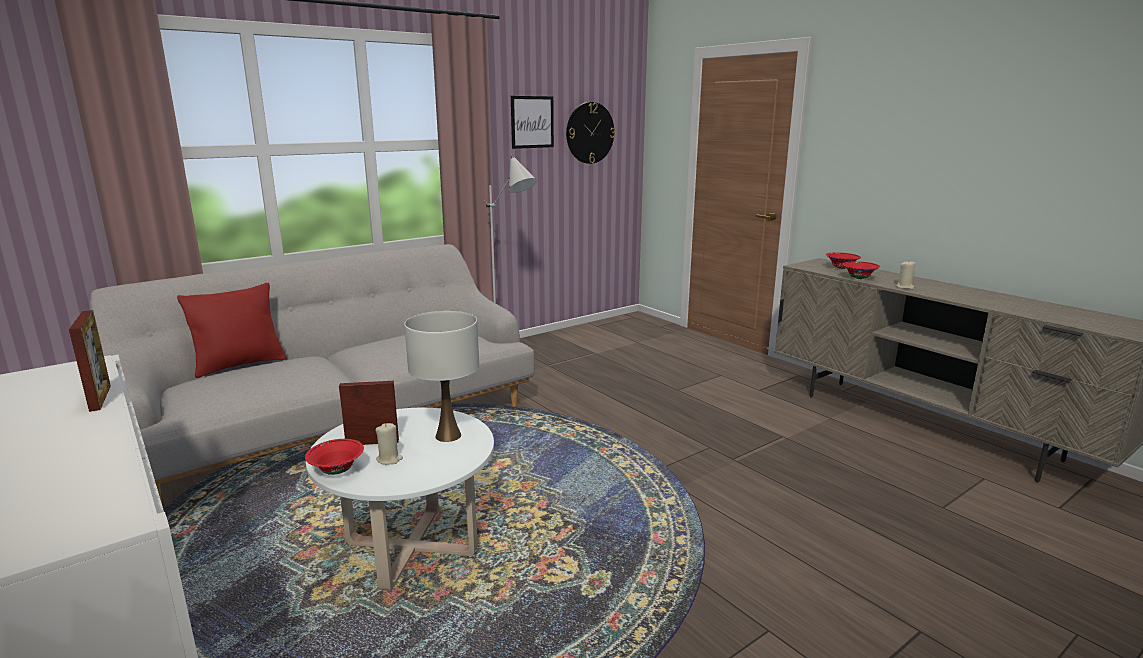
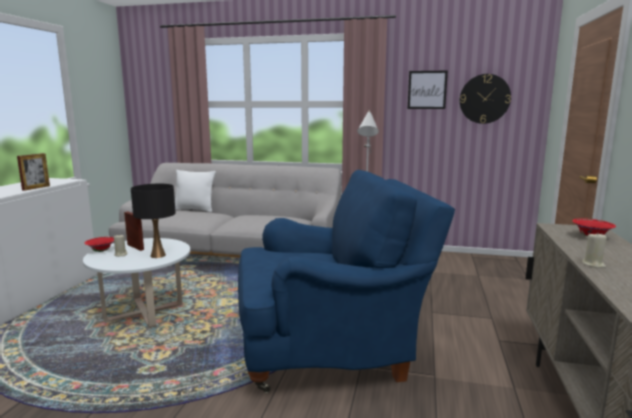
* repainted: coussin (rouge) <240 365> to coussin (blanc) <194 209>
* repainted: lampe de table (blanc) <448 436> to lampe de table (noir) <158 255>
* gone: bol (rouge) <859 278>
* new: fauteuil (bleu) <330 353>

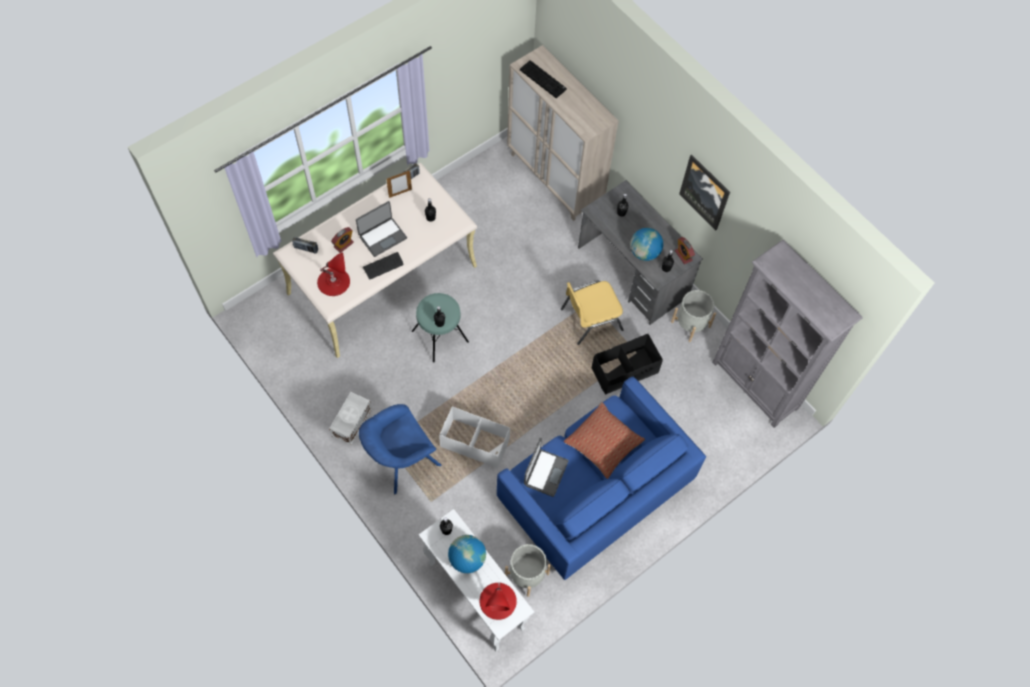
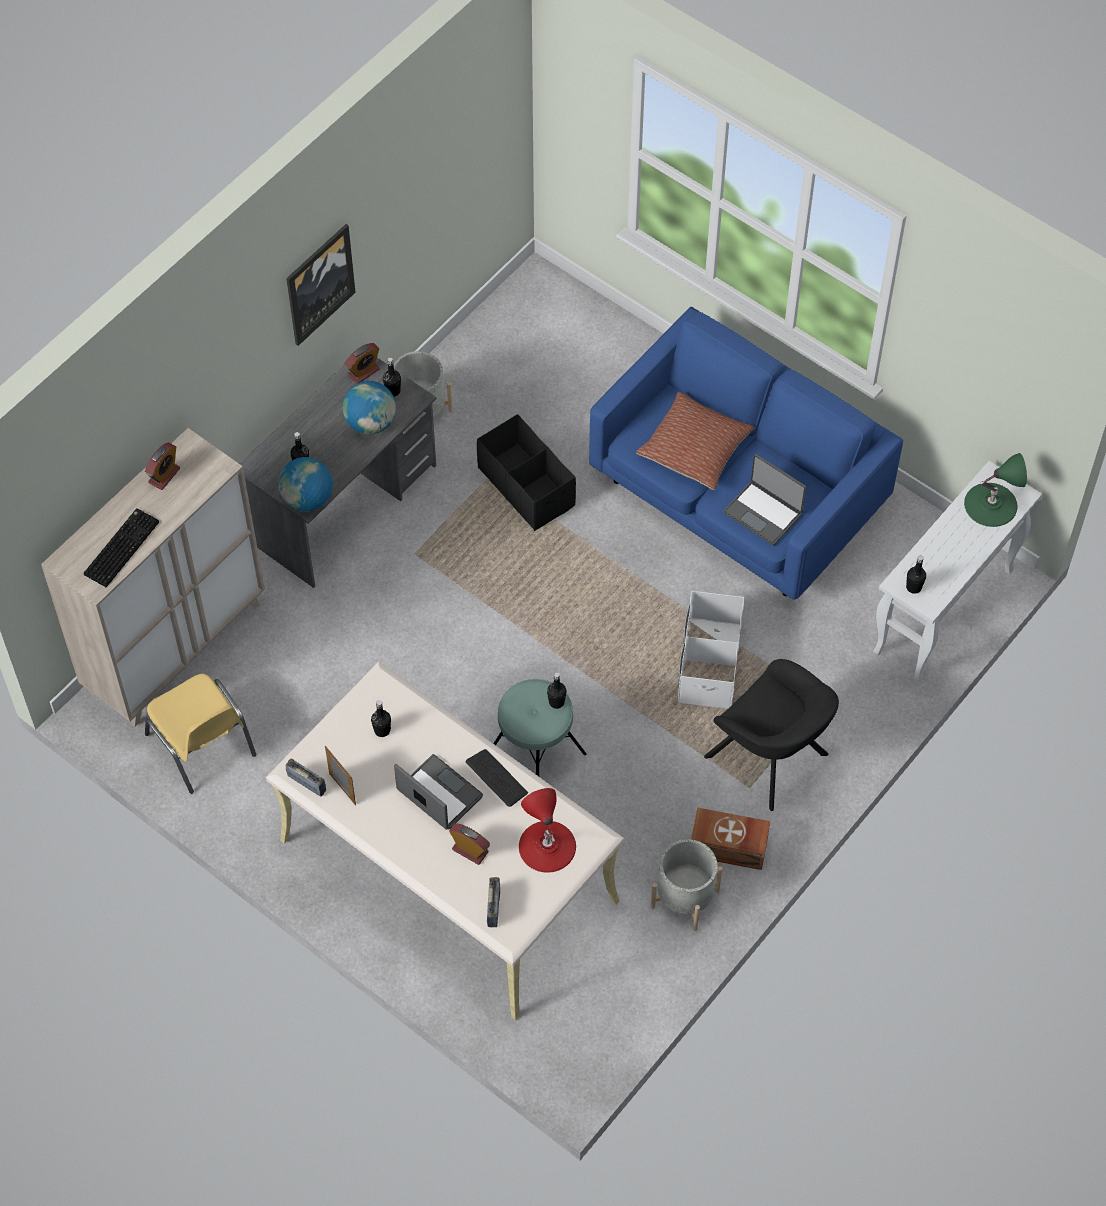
* repainted: boîte de rangement (blanc) <351 422> to boîte de rangement (marron) <729 848>
* repainted: fauteuil (bleu) <400 460> to fauteuil (noir) <771 759>
* shifted: globe <467 559> to <307 499>
* repainted: lampe de table (rouge) <498 601> to lampe de table (vert) <991 504>
* shifted: cache-pot (gris) <527 574> to <685 899>
* rotated: ordinateur portable <545 472> = <763 513> 150 degrees counterclockwise
* shifted: chaise (jaune) <590 319> to <202 745>
* gone: bibliothèque (gris) <755 385>
* new: réveil <164 475>

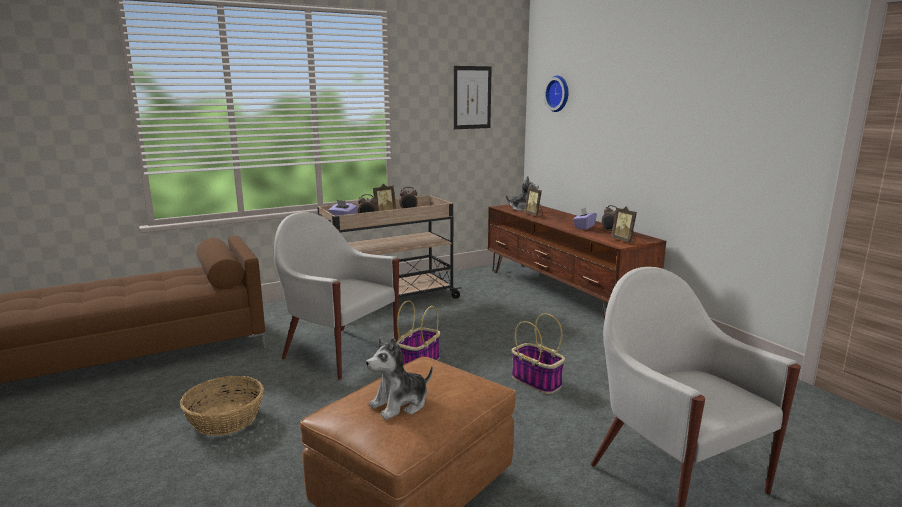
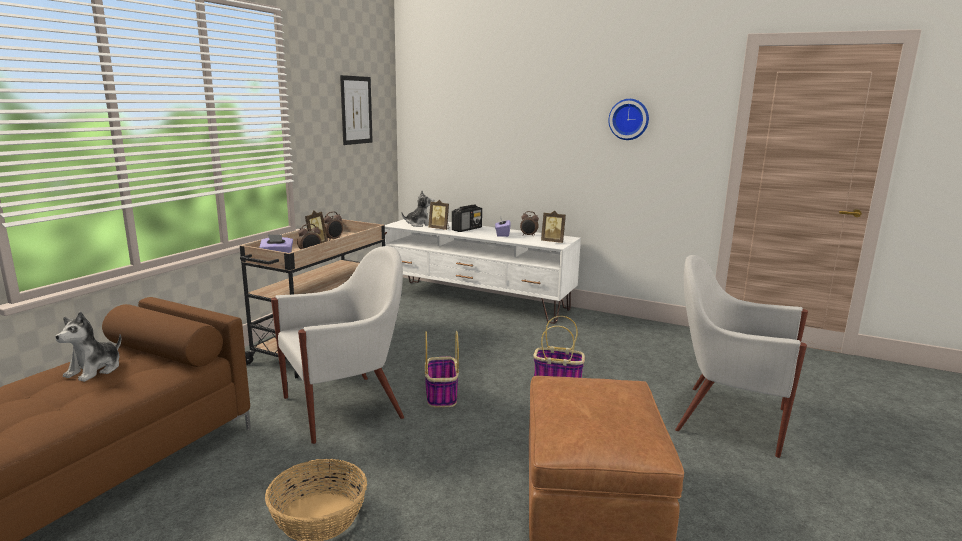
* rotated: fauteuil (blanc) <339 351> = <345 407> 150 degrees clockwise
* shifted: peluche <400 404> to <95 370>
* repainted: meuble télé (marron) <562 292> to meuble télé (blanc) <477 301>
* shifted: horloge murale <558 93> to <629 119>
* new: radio <467 229>

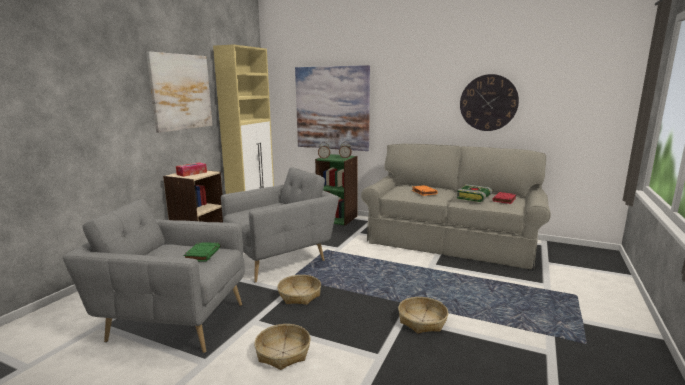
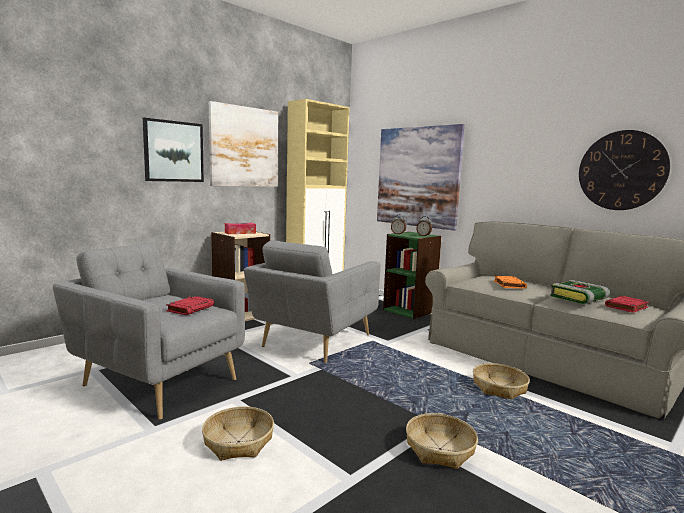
* repainted: livre (vert) <202 254> to livre (rouge) <191 308>
* rotated: fauteuil (gris) <281 259> = <314 341> 135 degrees clockwise
* shifted: panier <299 295> to <499 388>
* new: tableau <173 151>

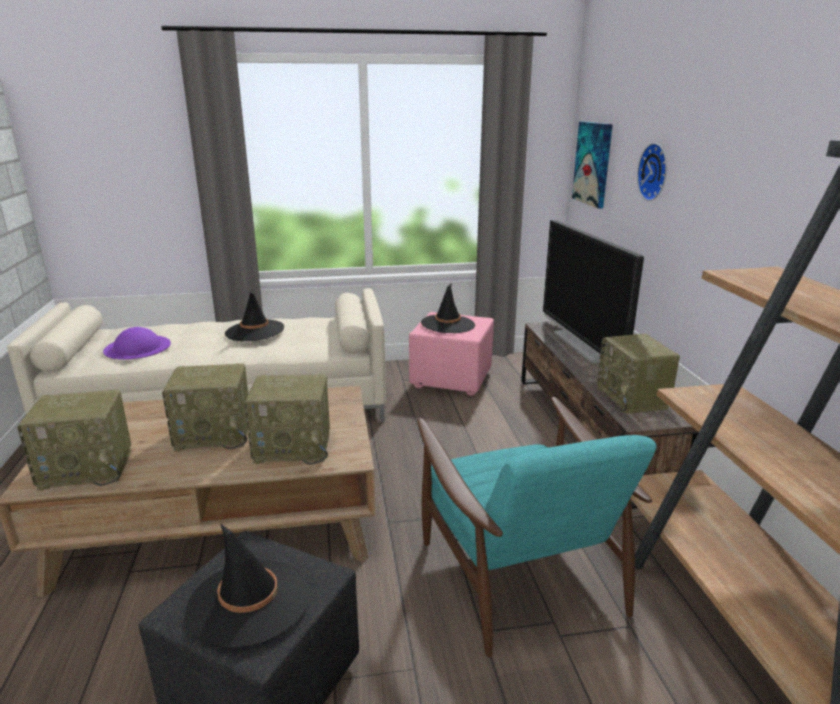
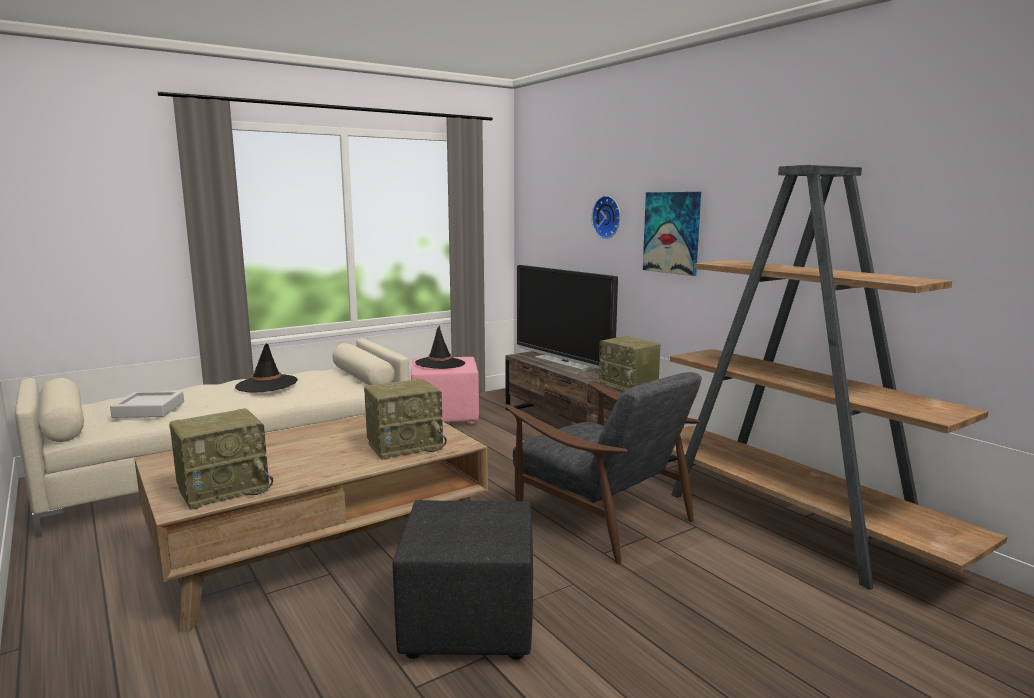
* swapped: chapeau (violet) <137 347> to plateau (gris) <149 409>
* gone: radio <215 434>
* gone: chapeau (noir) <249 602>
* repainted: fauteuil (turquoise) <518 570> to fauteuil (gris) <600 516>
* shifted: tableau <593 163> to <672 232>

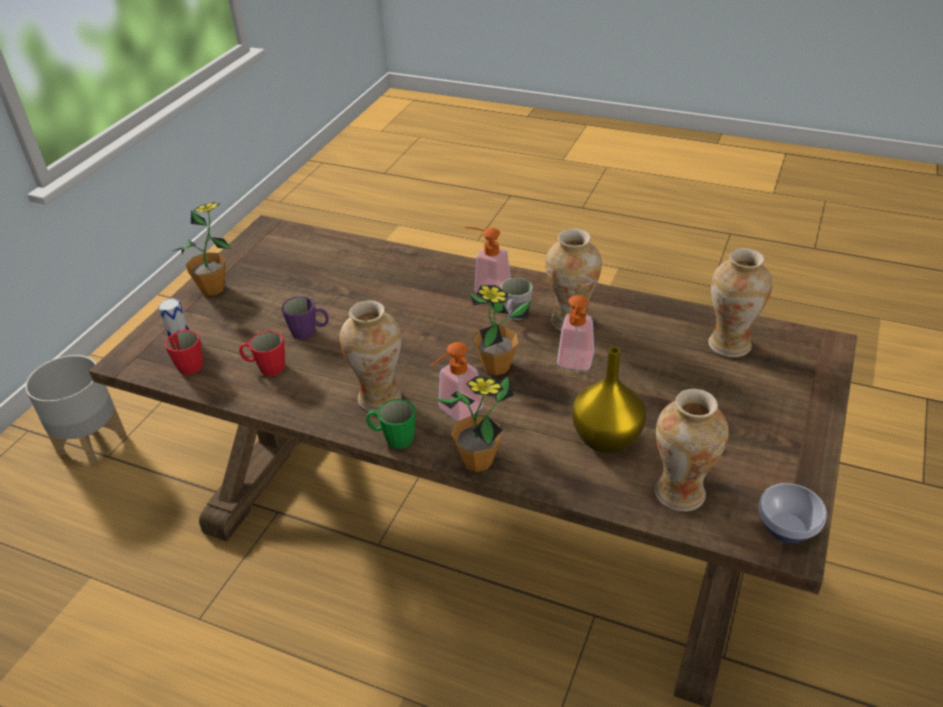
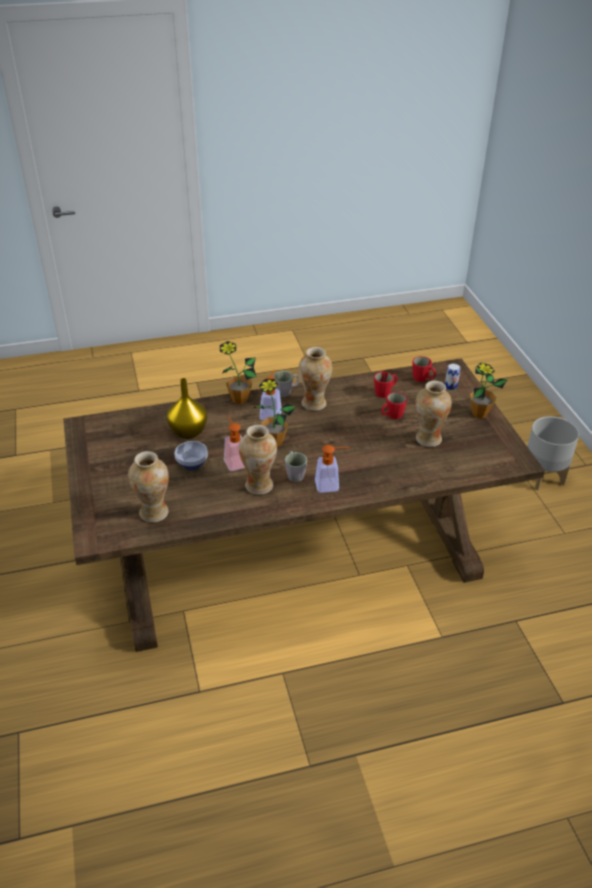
* repainted: mug (violet) <309 332> to mug (rouge) <392 416>
* repainted: mug (vert) <393 438> to mug (gris) <286 392>
* shifted: vase <680 493> to <428 439>
* shifted: bol <787 527> to <192 465>

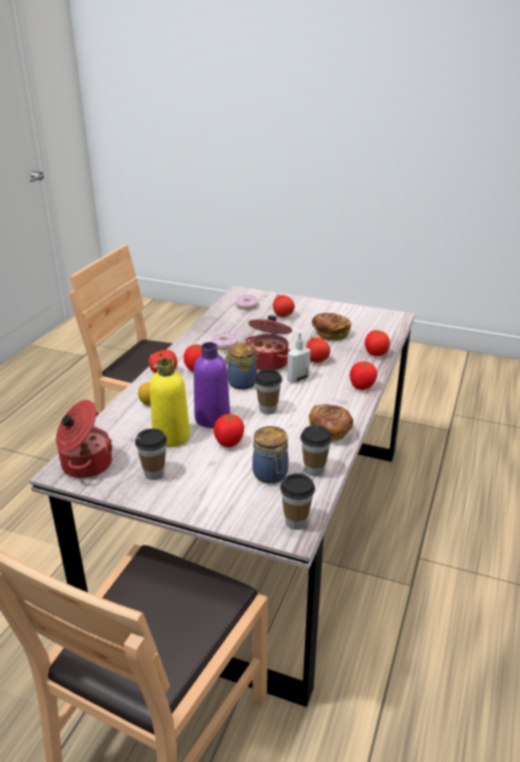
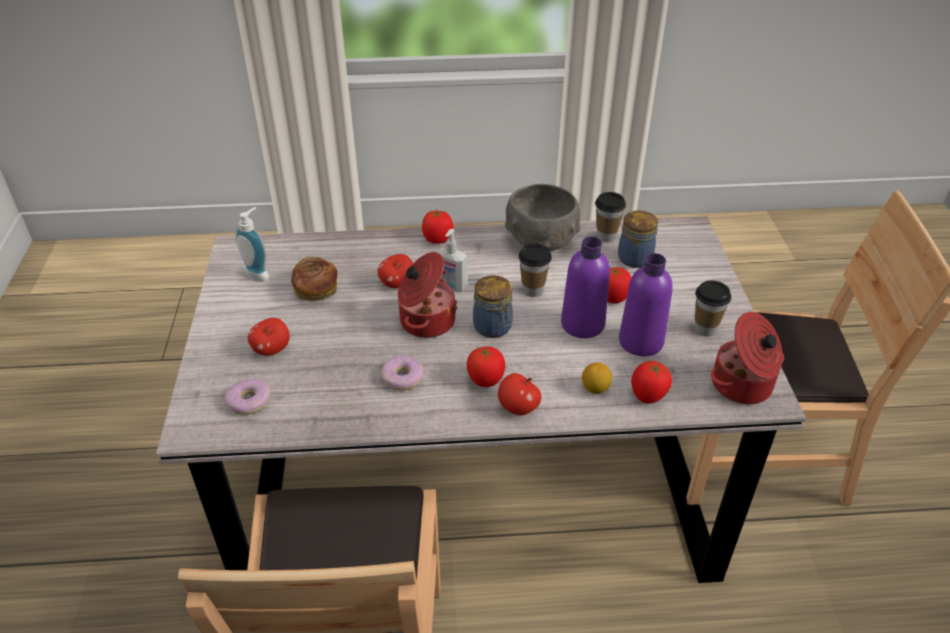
* repainted: bouteille (jaune) <171 437> to bouteille (violet) <641 342>
* gone: tasse <296 522>
* swapped: pain <330 432> to bol (gris) <541 241>
* shifted: tomate <375 353> to <648 395>
* new: distributeur de savon <259 273>

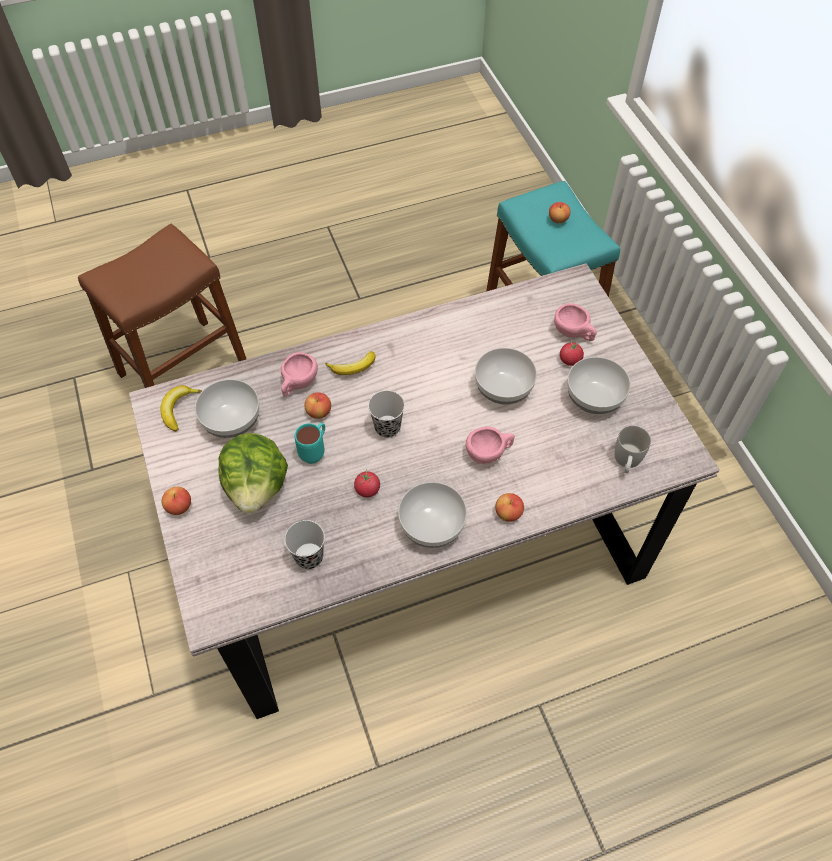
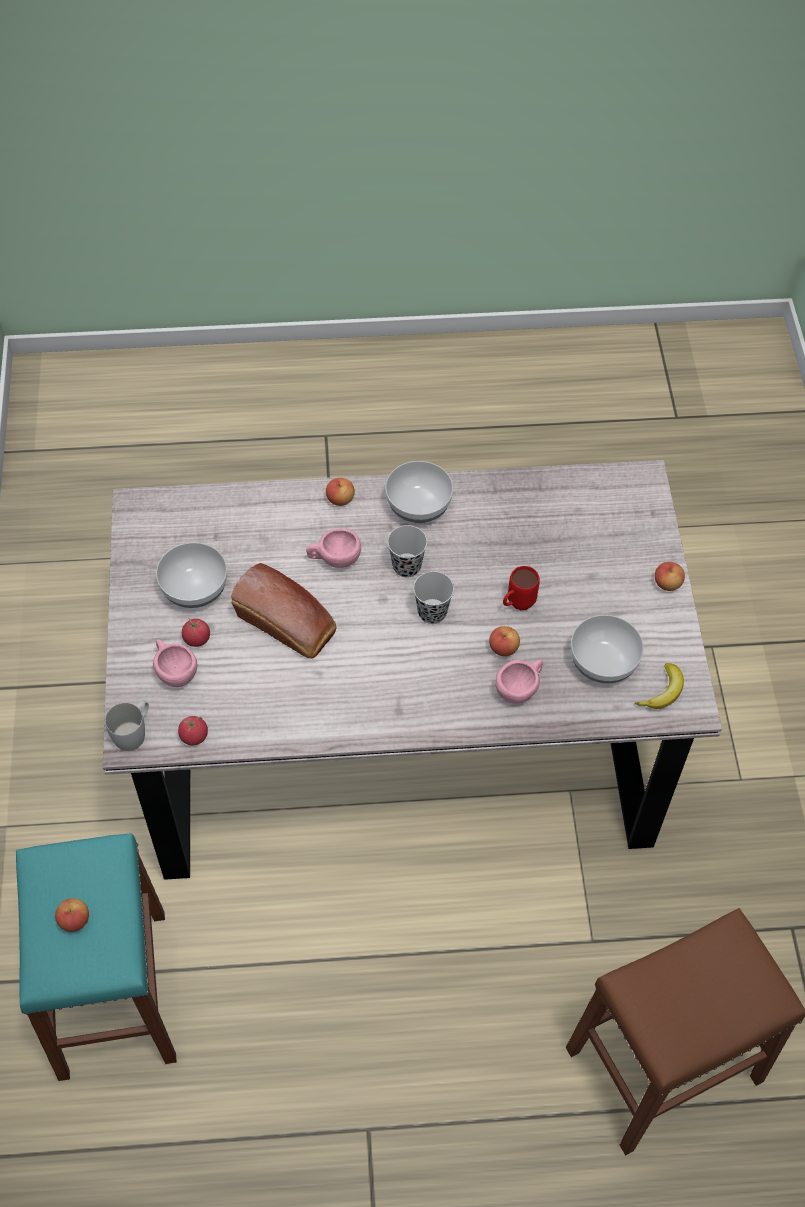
* gone: laitue <257 487>
* shifted: tasse (noir) <309 557> to <406 566>
* repainted: mug (turquoise) <315 452> to mug (rouge) <516 605>
* gone: banane <353 367>
* shifted: tomate <367 489> to <194 736>
* swapped: bol <502 388> to pain <288 625>
* shifted: mug (blanc) <626 462> to <133 732>

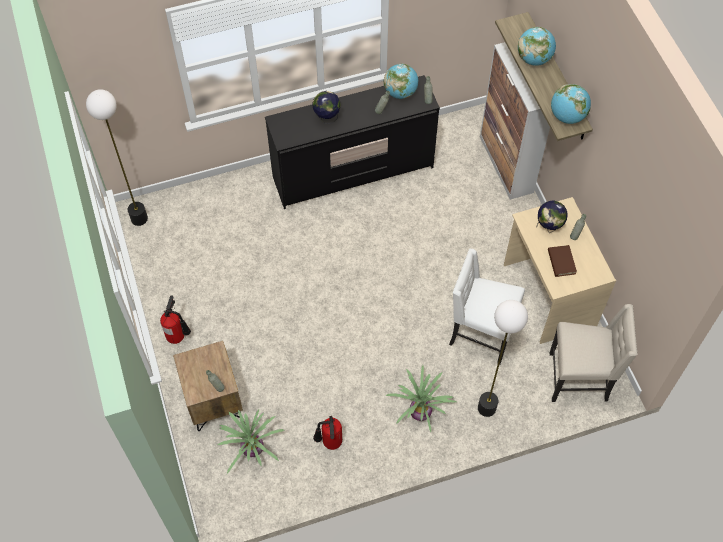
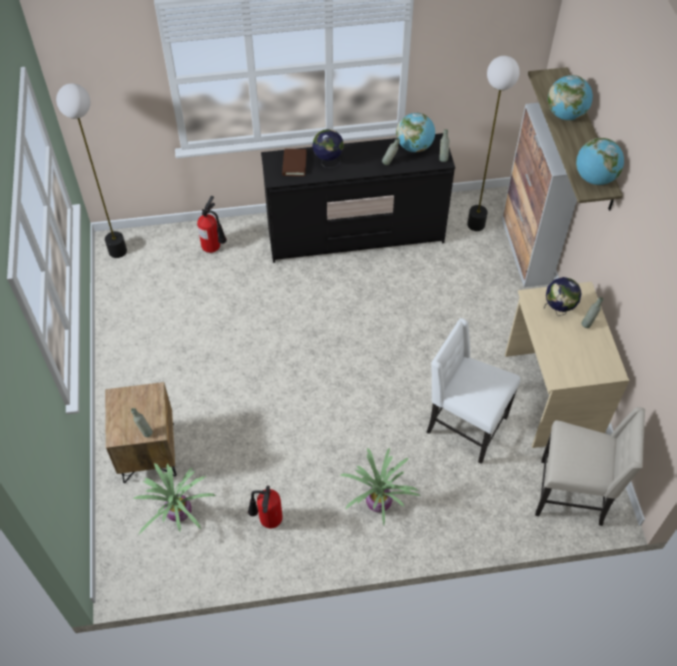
* shifted: extincteur <178 336> to <214 247>
* shifted: lampadaire <487 408> to <476 224>
* shifted: livre (marron) <561 262> to <294 164>

